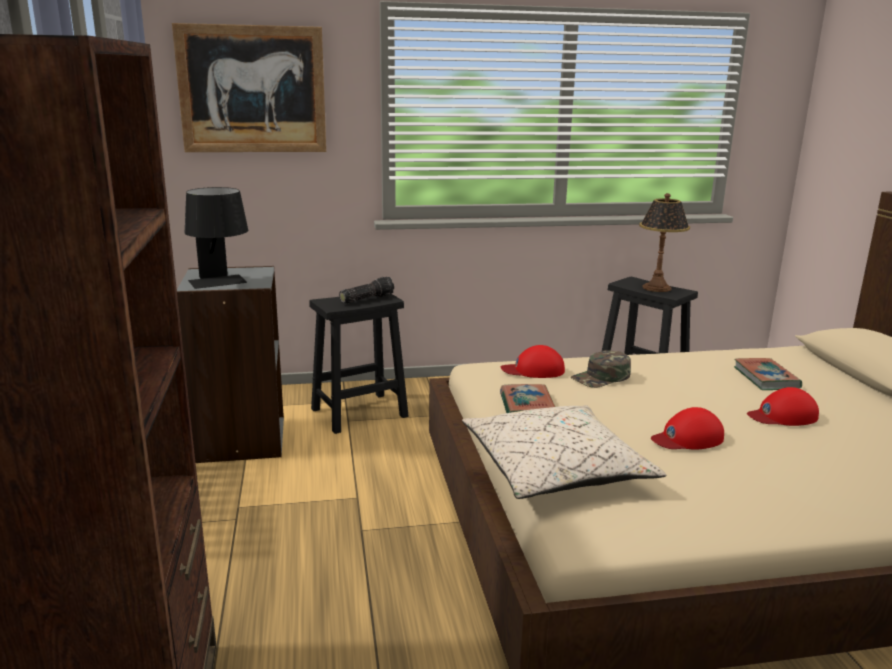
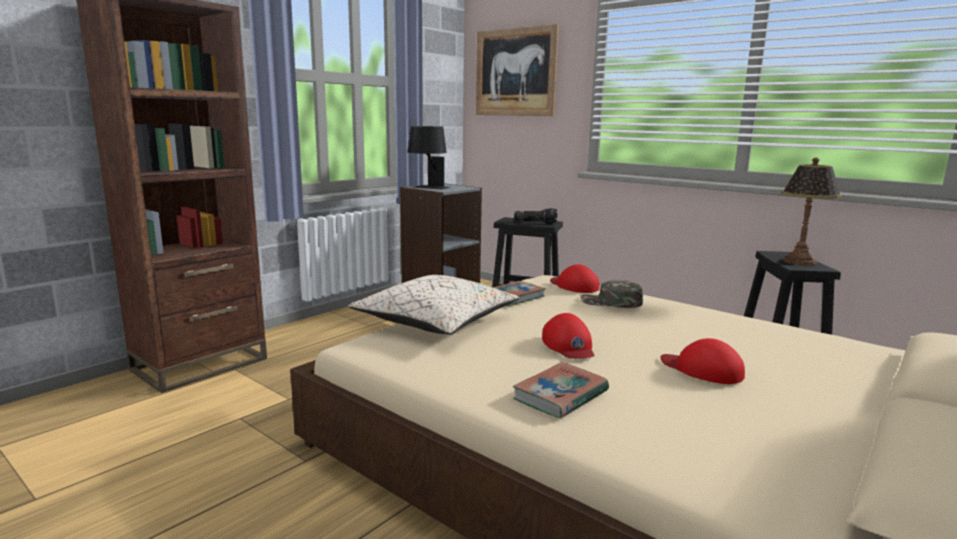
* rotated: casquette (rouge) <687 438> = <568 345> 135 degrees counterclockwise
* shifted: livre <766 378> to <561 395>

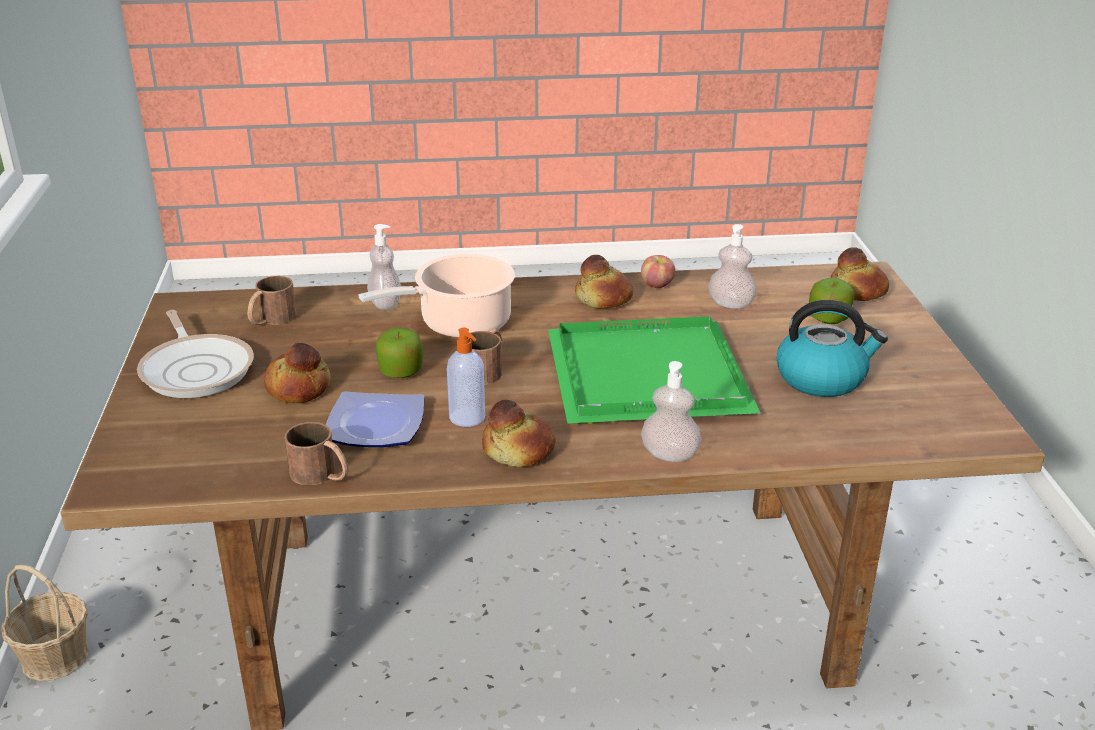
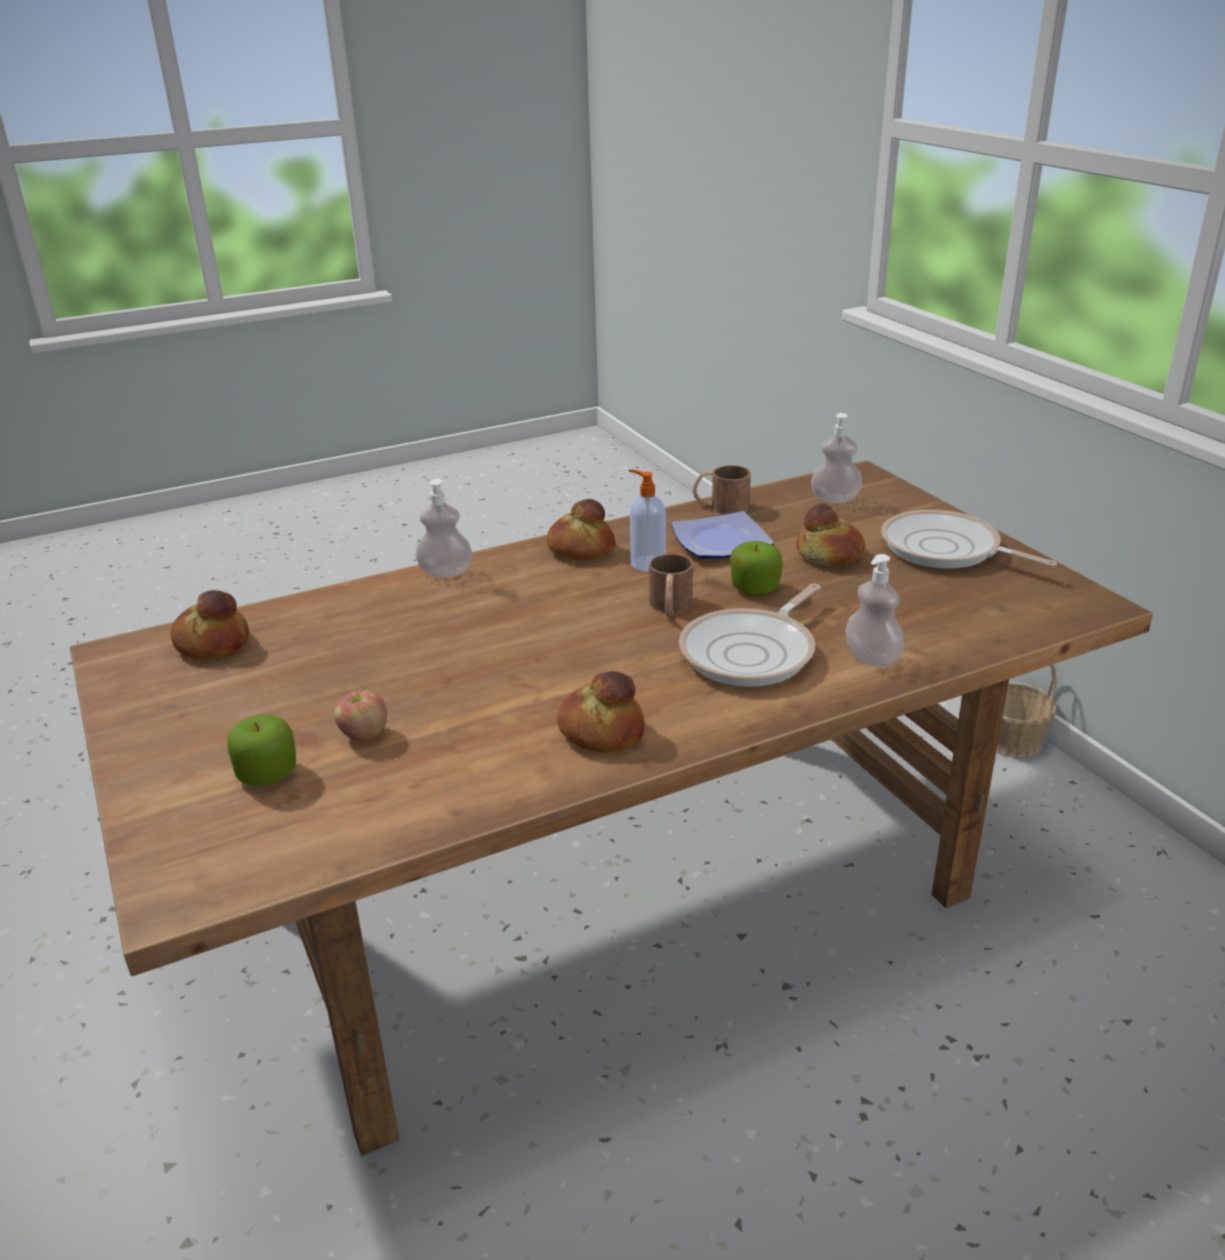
* gone: mug (marron) <271 319>
* swapped: marmite <460 323> to poêle <753 652>
* gone: plateau (vert) <650 374>
* shifted: pomme <657 285> to <363 734>
* shifted: distributeur de savon <730 304> to <835 499>
* gone: bouilloire <822 378>
* shifted: pain <857 292> to <213 643>

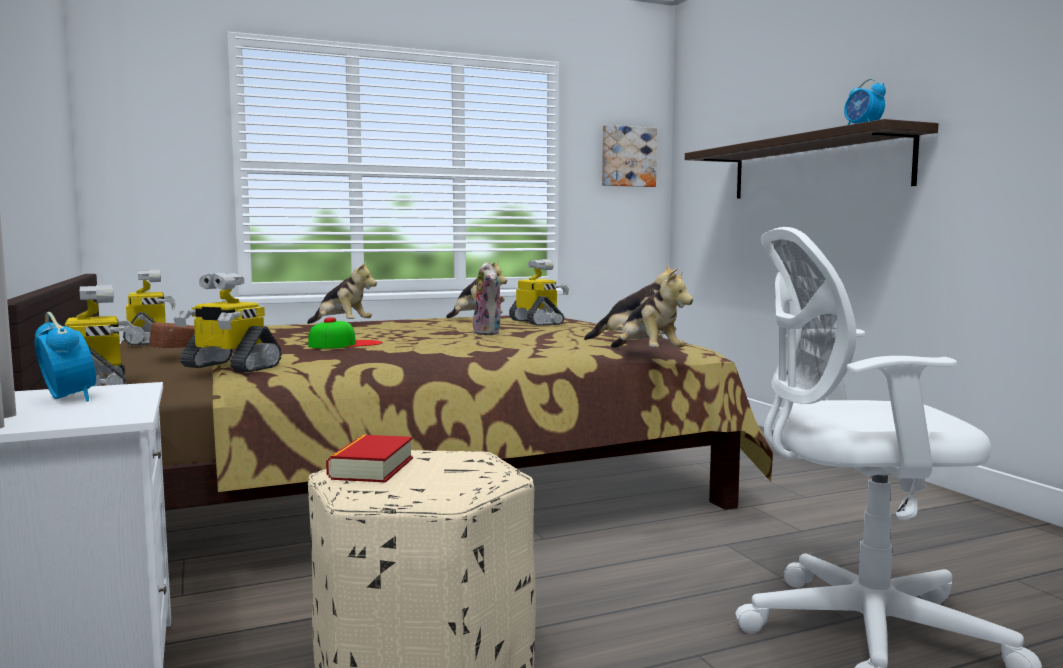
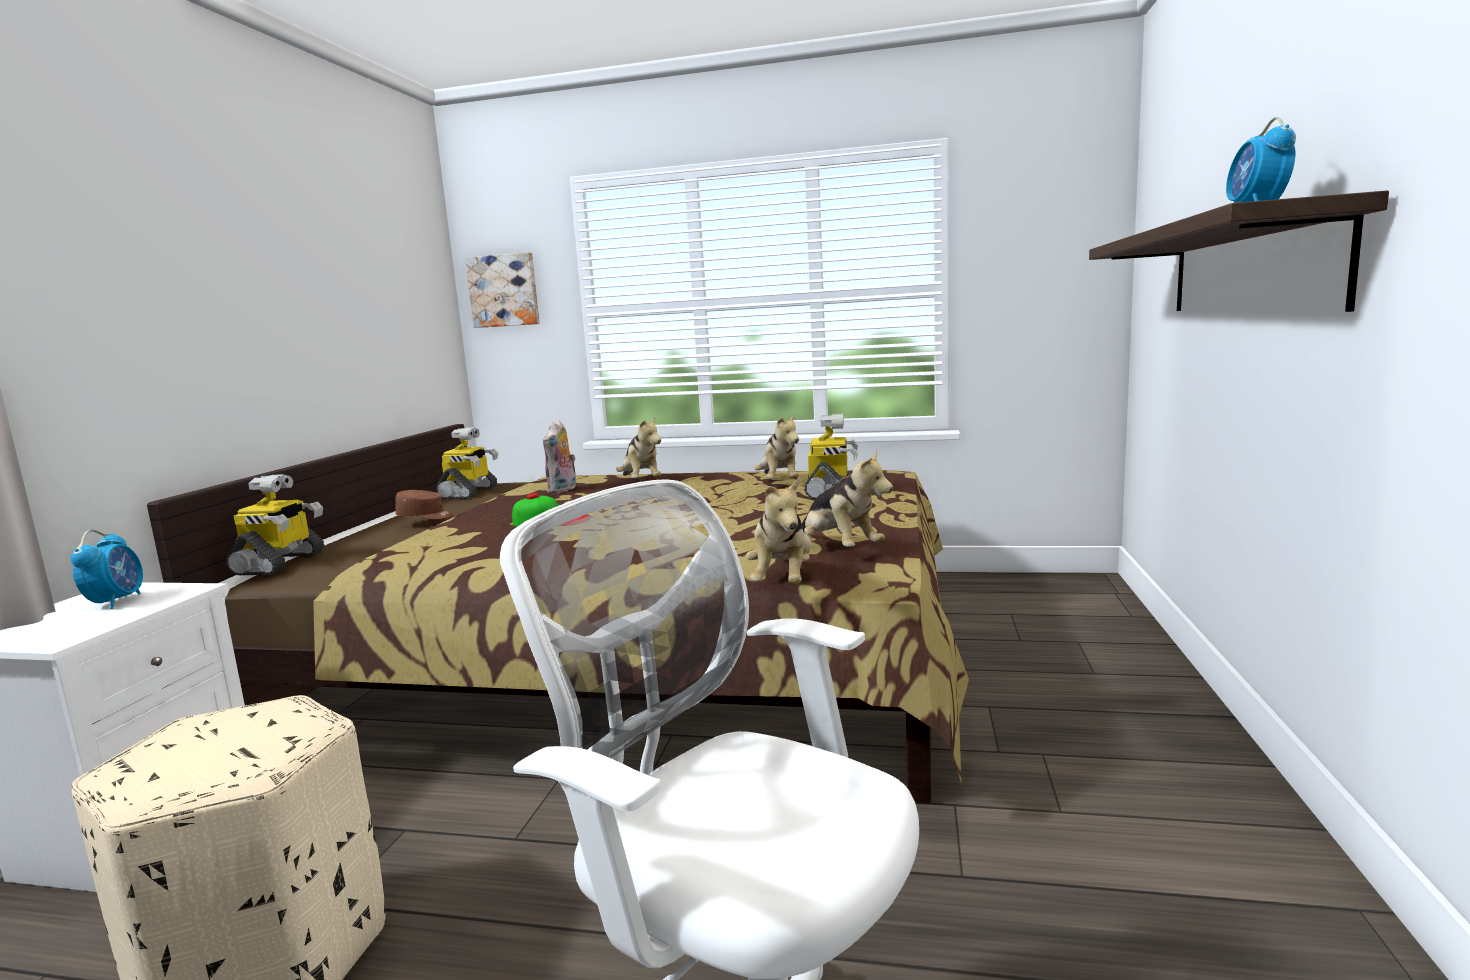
* gone: robot jouet <229 367>
* gone: livre <371 468>
* shifted: peluche <489 333> to <563 490>
* shifted: tableau <627 157> to <504 291>

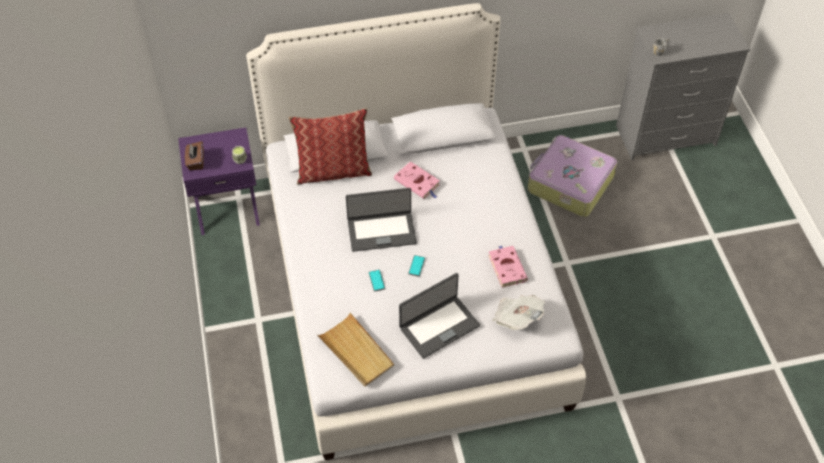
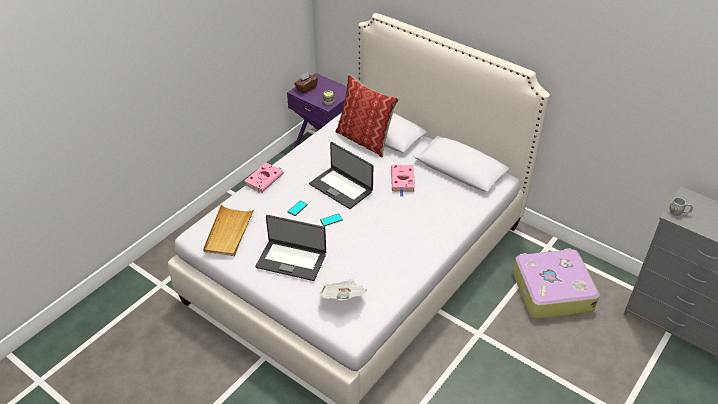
* shifted: livre (rose) <506 267> to <264 179>

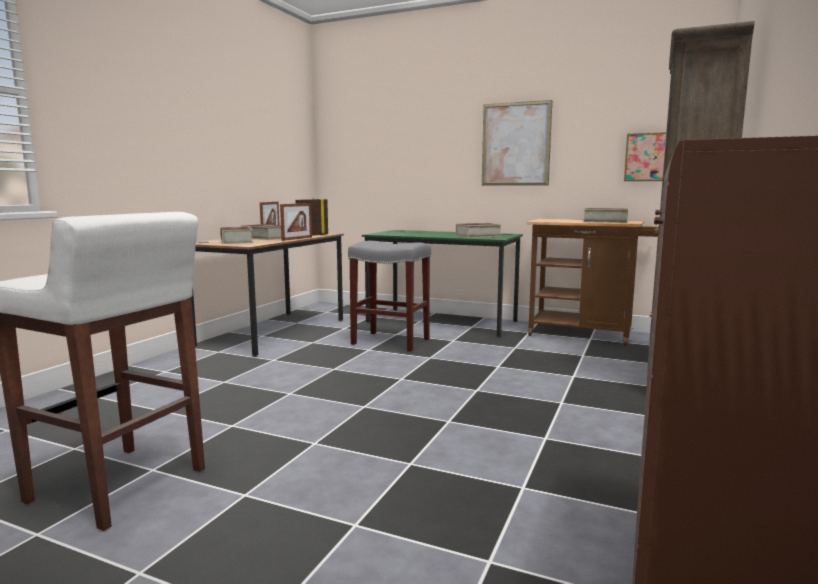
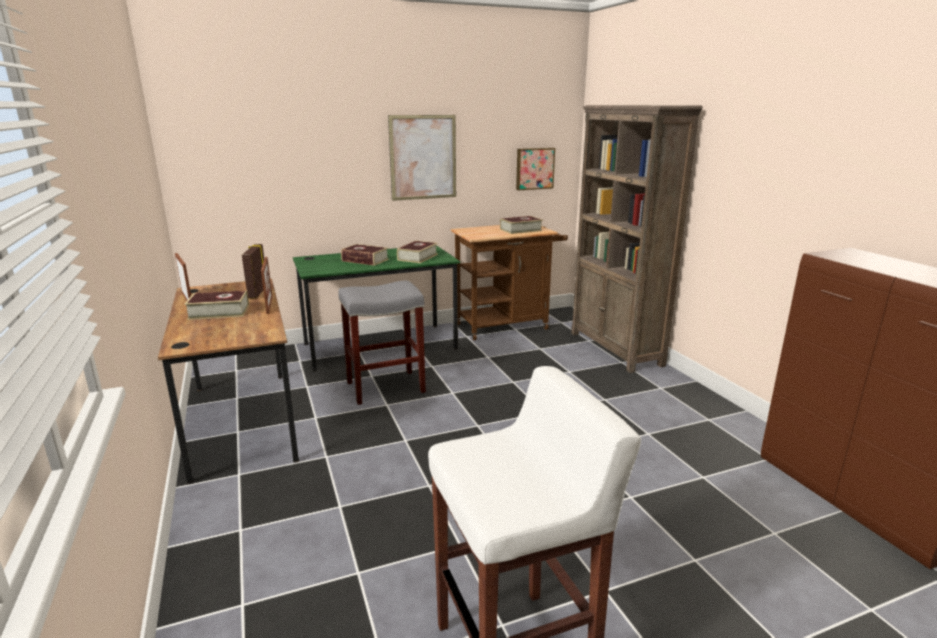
* shifted: livre <236 241> to <365 260>

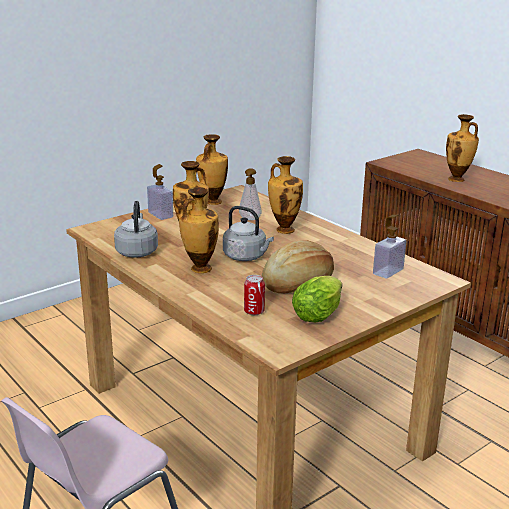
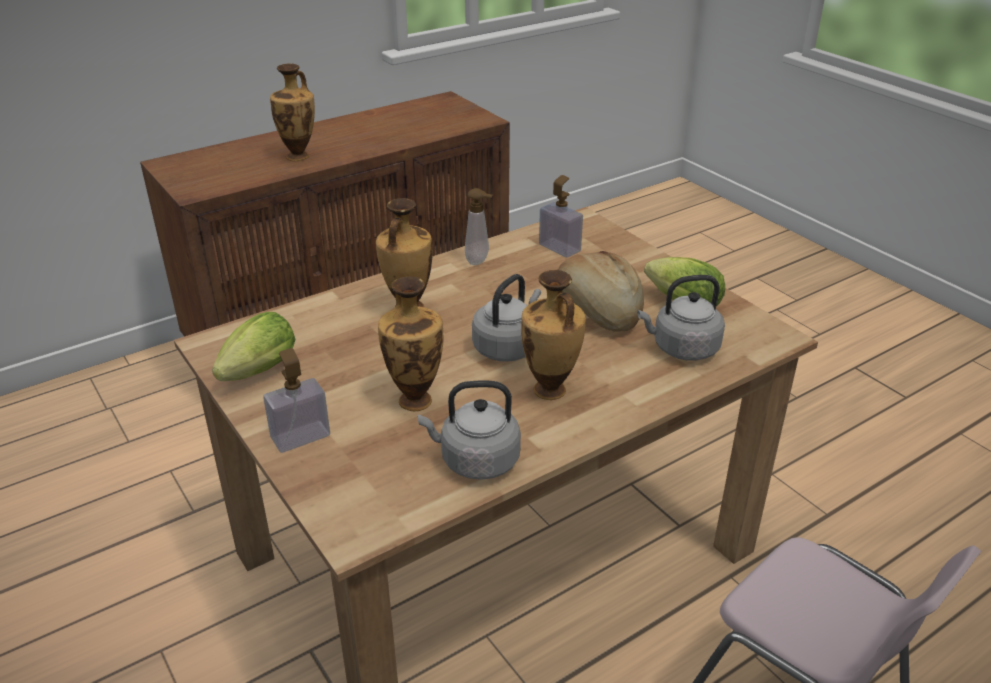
* swapped: vase <212 202> to laitue <256 374>
* shifted: distributeur de savon <249 219> to <479 261>
* swapped: boîte métallique <254 311> to bouilloire (gris) <682 348>

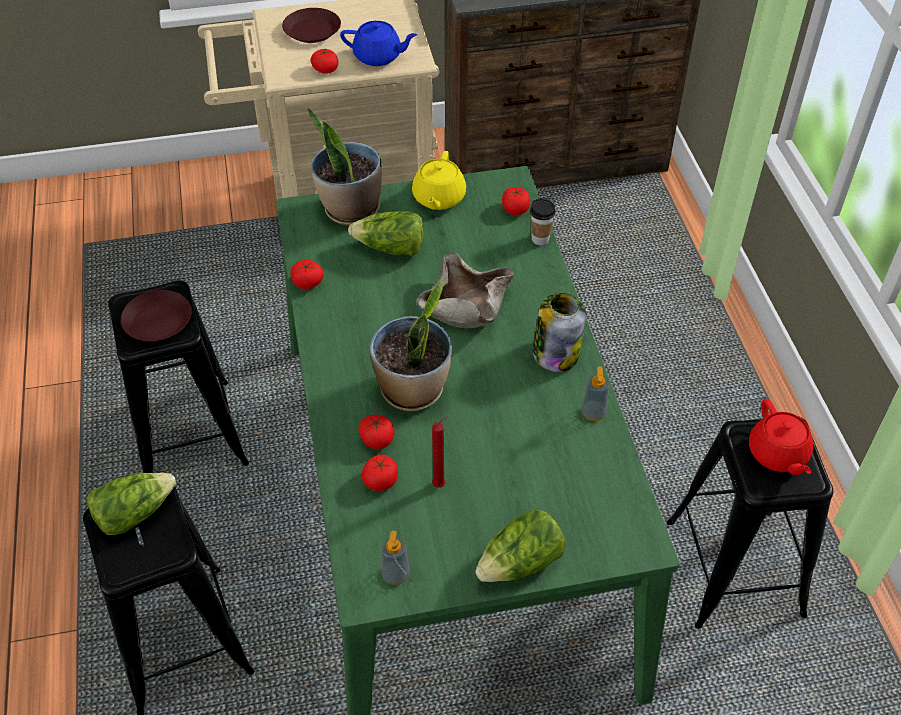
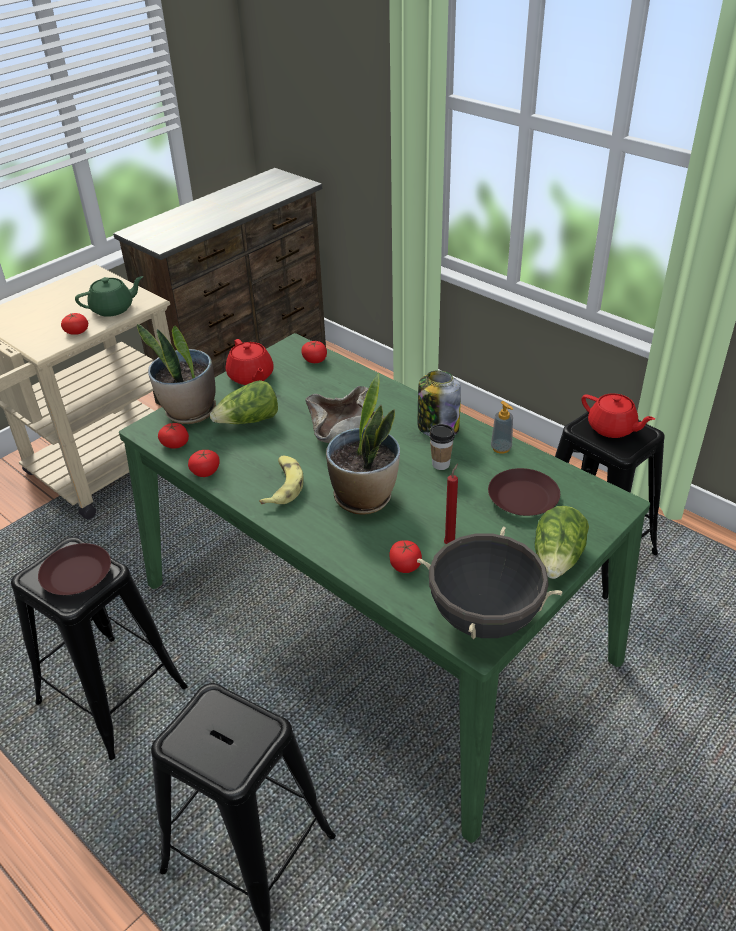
* gone: laitue <134 513>
* shifted: assiette (marron) <311 31> to <523 499>
* repainted: théière (bleu) <378 57> to théière (vert) <113 309>
* shifted: tomate <377 439> to <175 444>
* swapped: distributeur de savon <395 575> to marmite (noir) <484 617>
* repainted: théière (jaune) <438 198> to théière (rouge) <251 377>
* shifted: tasse <540 239> to <440 464>
* new: banane <283 485>

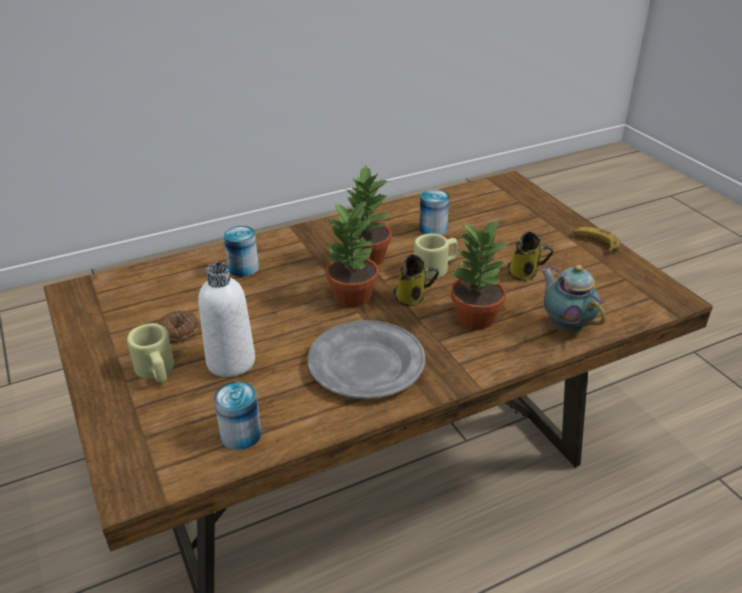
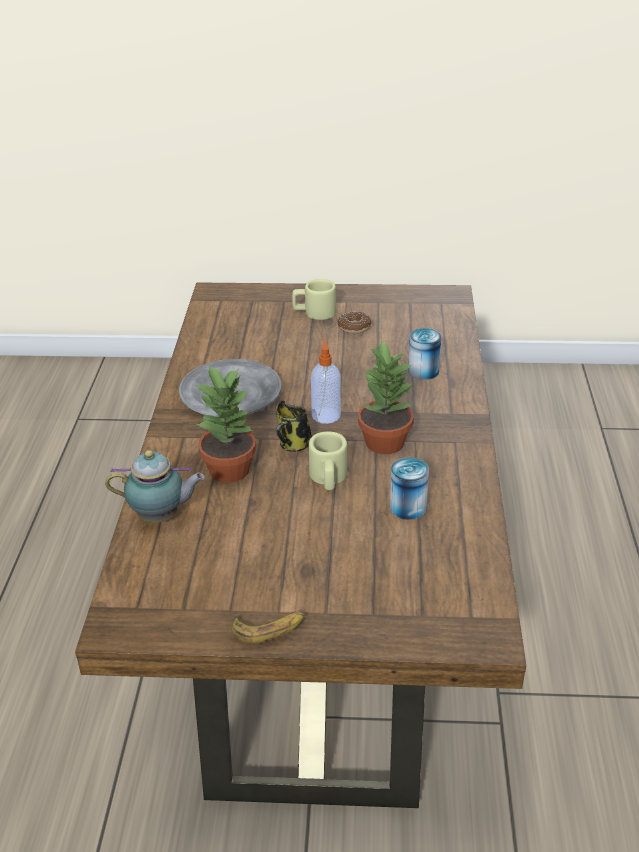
* gone: bouteille (blanc) <231 362>
* gone: boîte métallique <241 435>
* swapped: plante en pot <353 296> to distributeur de savon <326 415>
* gone: mug <524 273>

